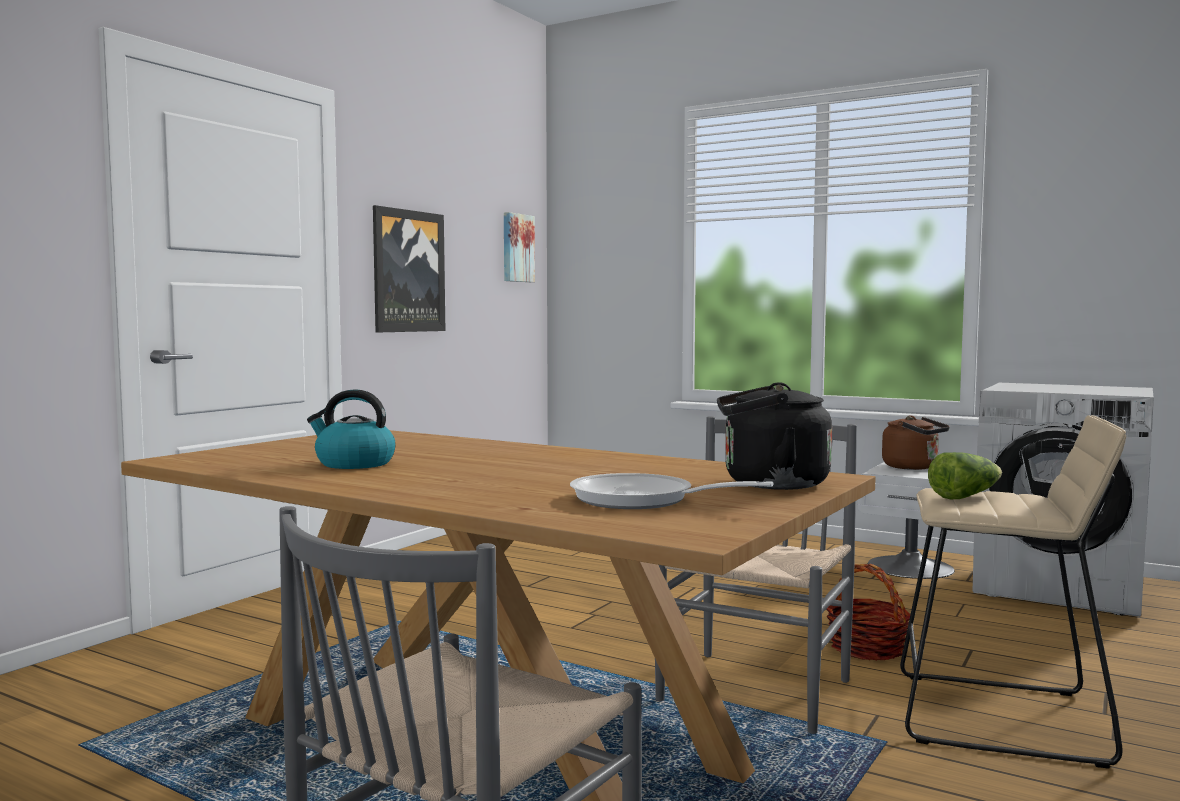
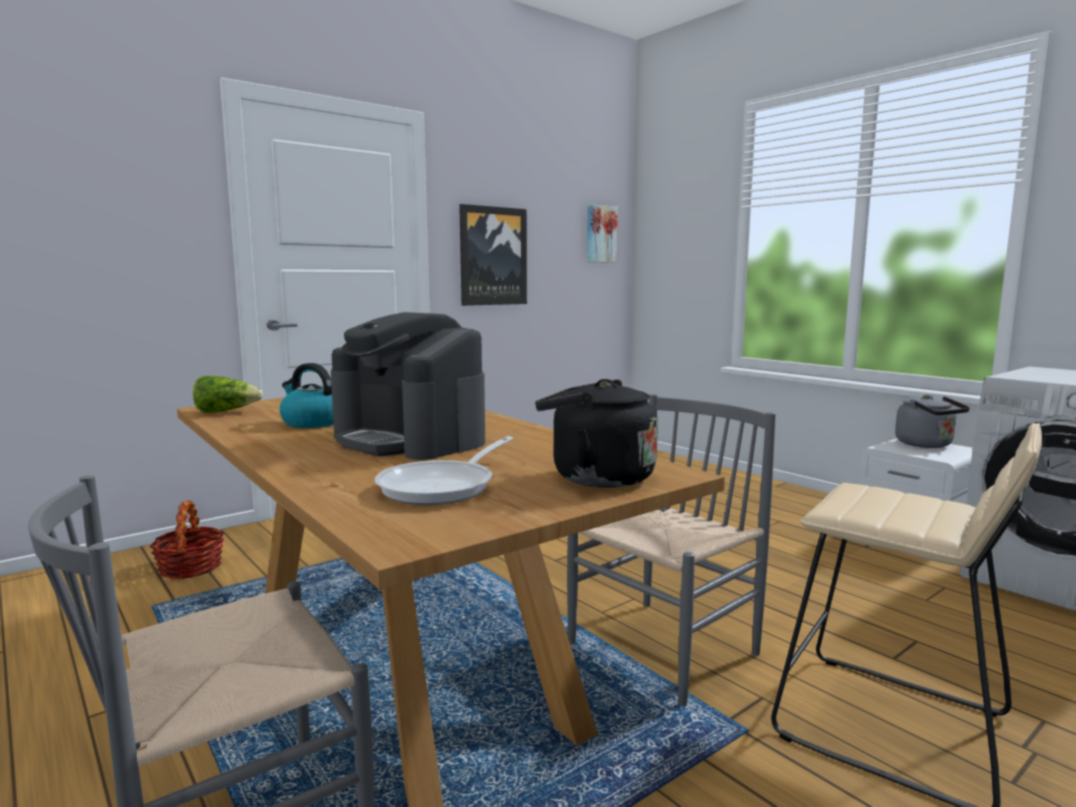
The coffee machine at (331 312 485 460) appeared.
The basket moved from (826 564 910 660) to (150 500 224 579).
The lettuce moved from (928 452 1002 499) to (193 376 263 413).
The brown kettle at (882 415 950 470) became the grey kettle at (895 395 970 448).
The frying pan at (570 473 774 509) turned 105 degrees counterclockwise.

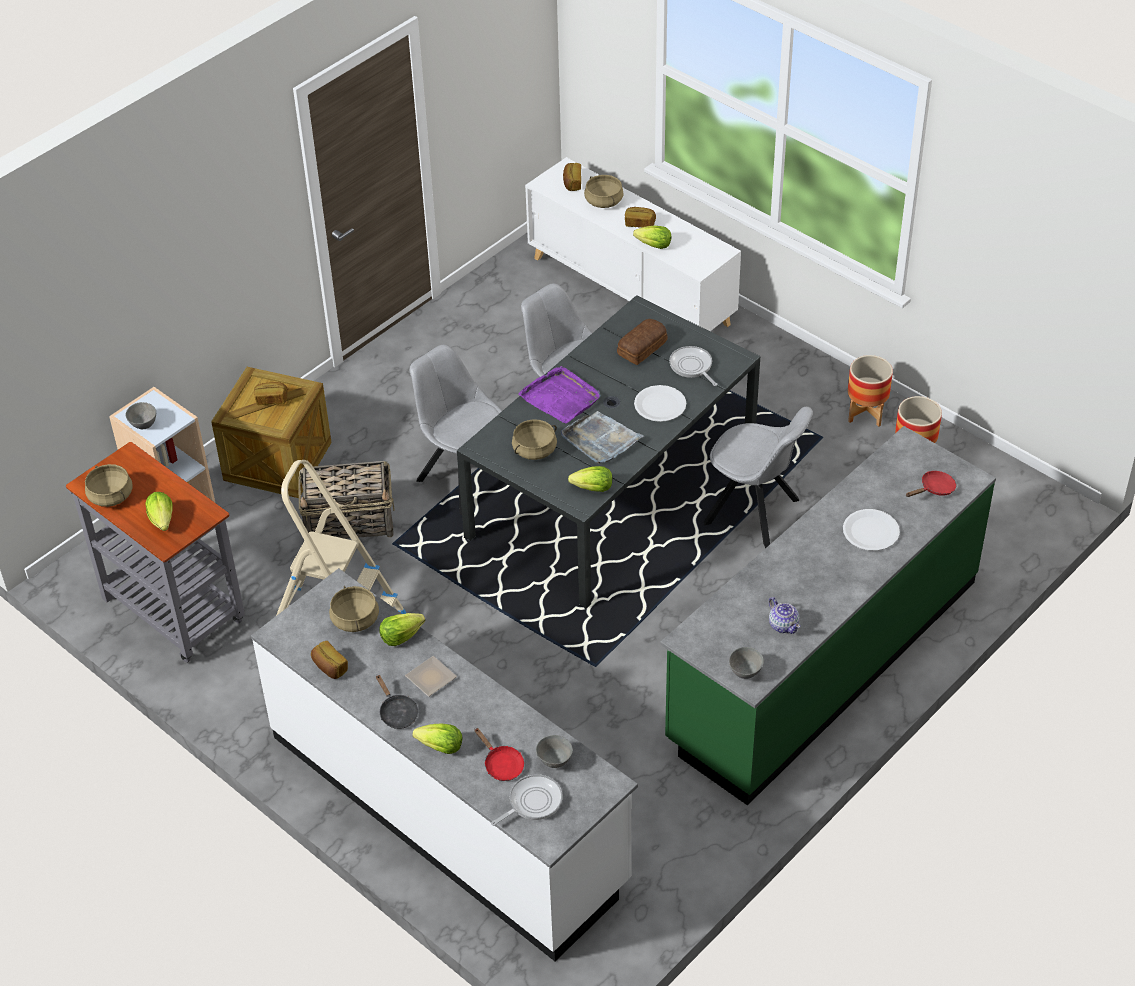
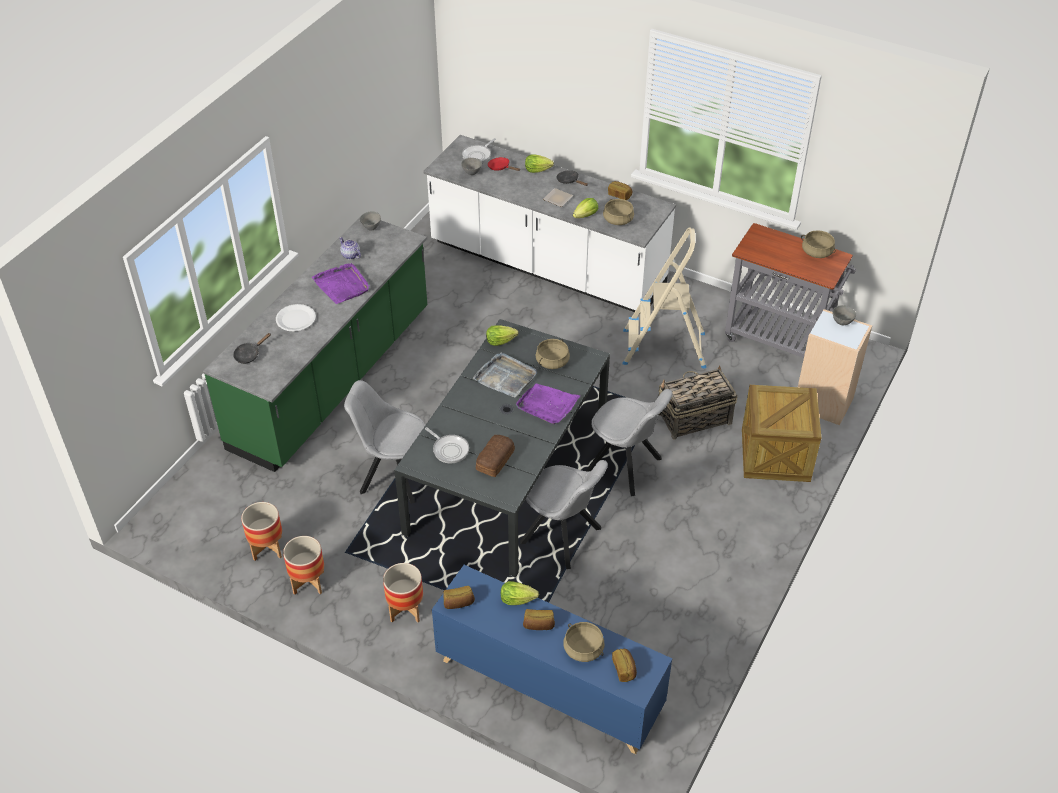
The lettuce at (145 492 173 531) disappeared.
The white plate at (634 385 686 422) disappeared.
The purple tray at (312 263 370 304) appeared.
The planter at (383 563 423 622) appeared.
The bread moved from (254 382 288 405) to (443 586 475 609).
The white cabinet at (525 157 741 331) became the blue cabinet at (432 565 672 754).
The red frying pan at (906 471 956 497) became the black frying pan at (233 333 271 364).

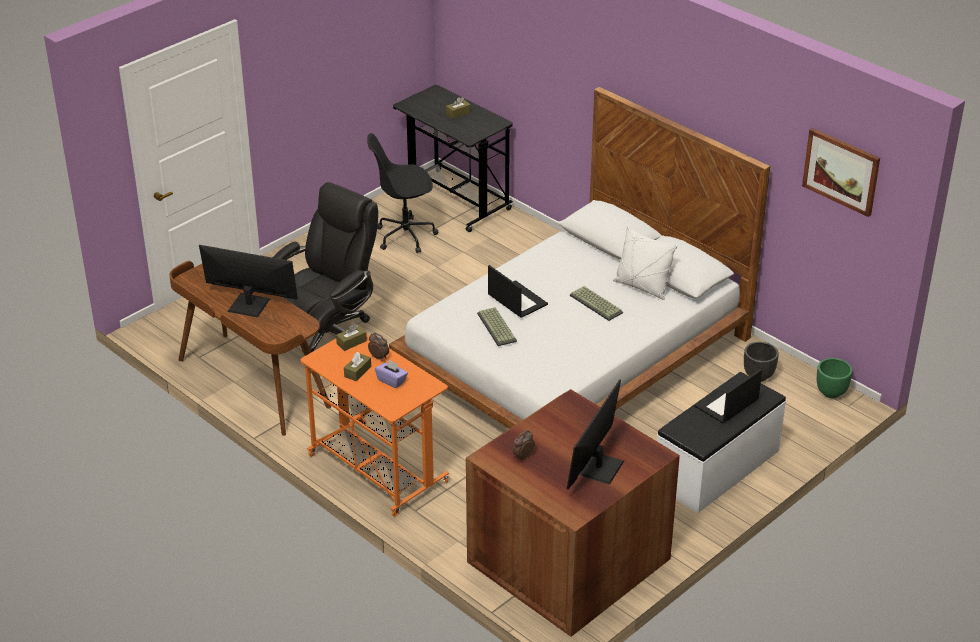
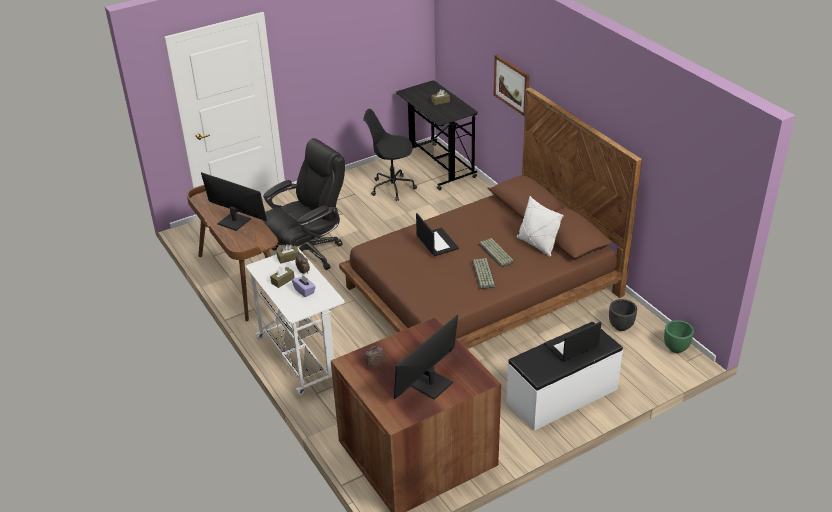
The keyboard moved from (477 307 517 346) to (472 258 496 289).
The picture moved from (802 128 880 217) to (494 55 530 117).
The orange desk at (301 334 449 517) became the white desk at (246 248 345 396).
The white bed at (389 87 770 429) became the brown bed at (339 87 642 349).

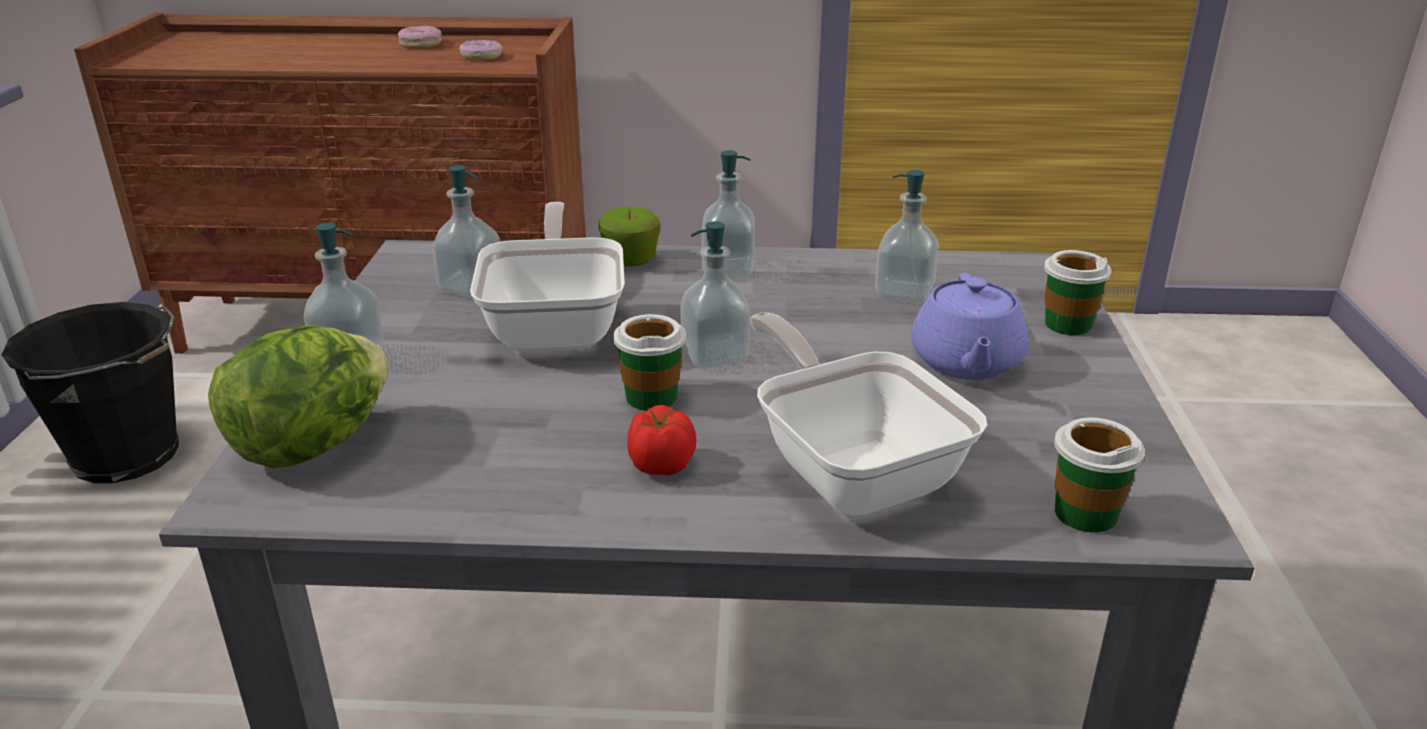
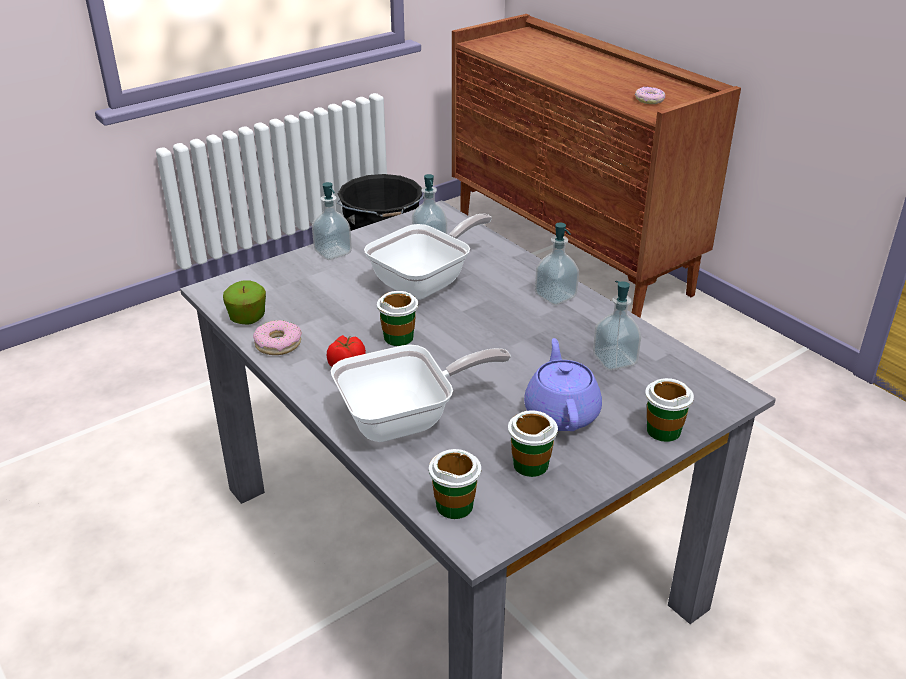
The lettuce at (208 325 388 468) disappeared.
The soap dispenser at (680 221 750 369) disappeared.
The cup at (508 410 558 477) appeared.
The donut moved from (397 25 442 49) to (253 320 302 355).
The apple moved from (599 207 660 267) to (223 280 266 325).
The frying pan at (750 312 987 517) turned 45 degrees clockwise.
The purple teapot at (911 273 1028 380) turned 120 degrees clockwise.

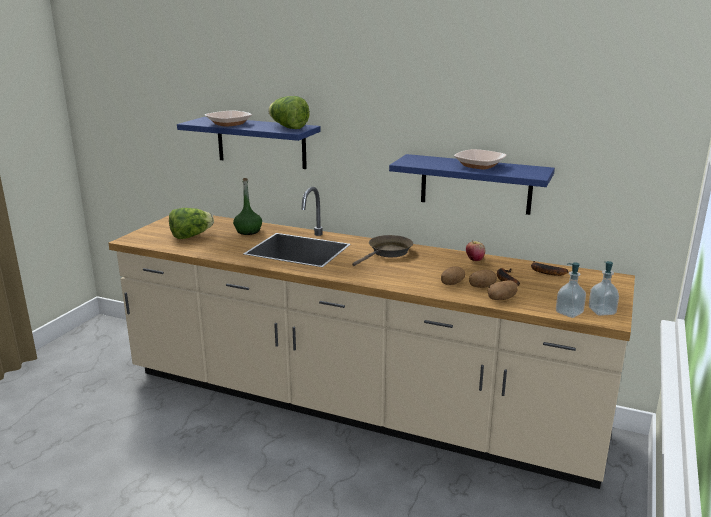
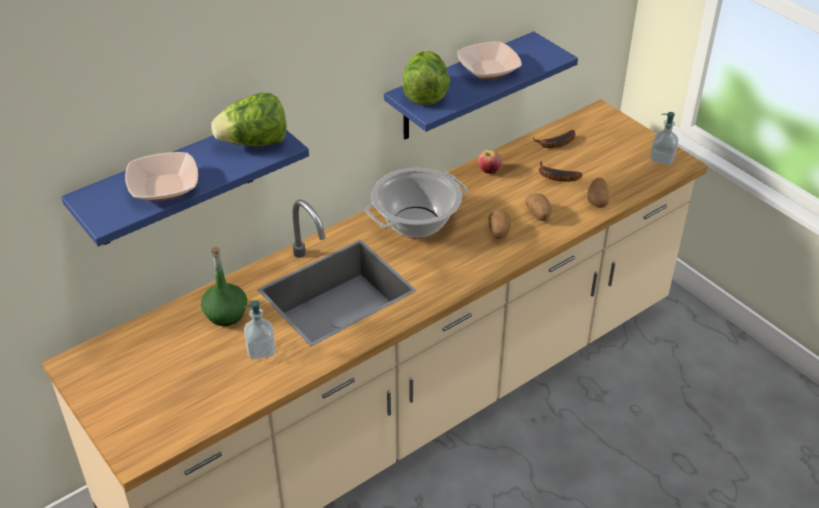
The lettuce moved from (169 208 214 239) to (403 50 450 105).
The potato moved from (469 270 497 288) to (489 210 511 239).
The soap dispenser moved from (556 263 586 318) to (244 300 276 360).
The brown frying pan at (352 235 413 266) was replaced by the cooking pot at (365 168 467 238).

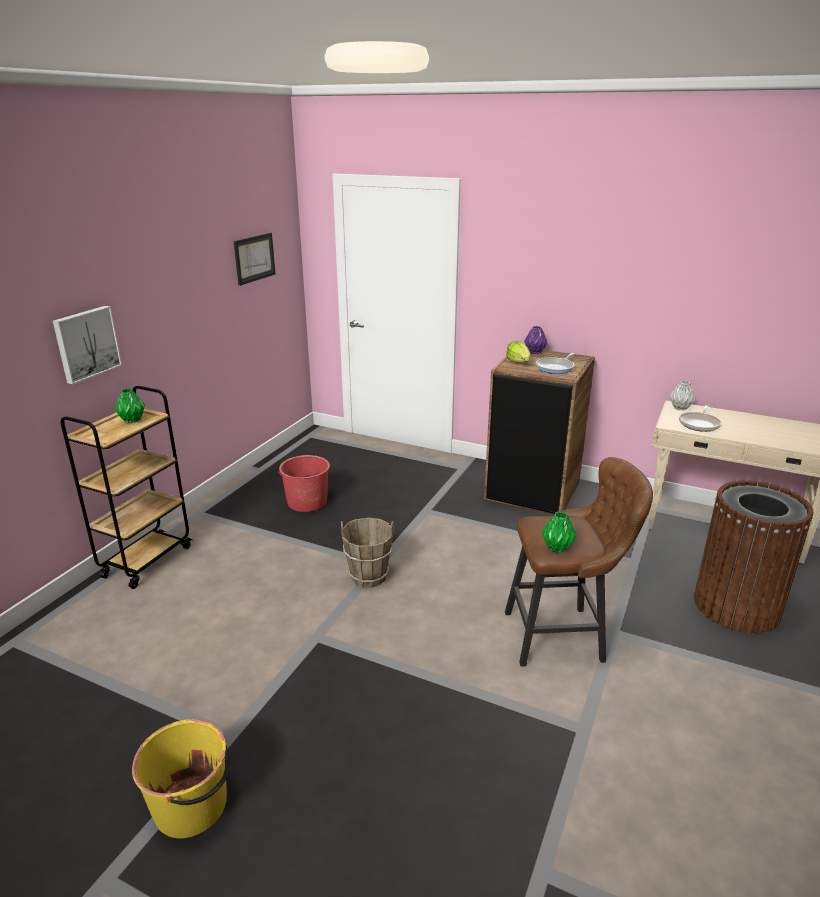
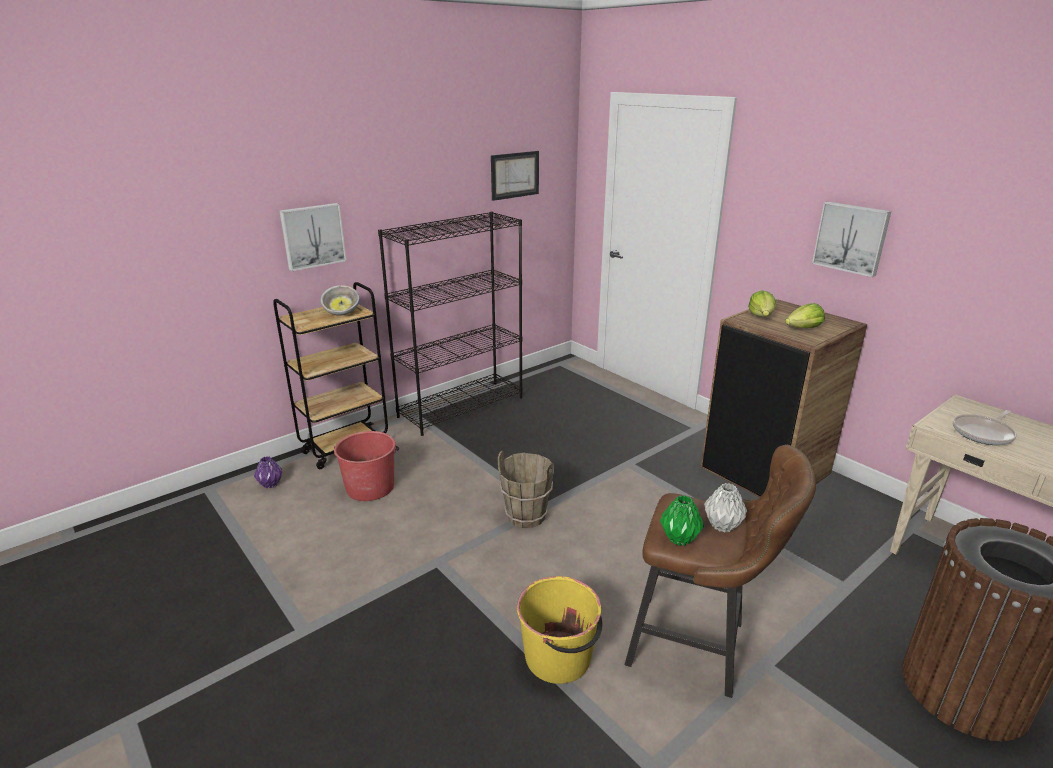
The black bookcase at (378 212 523 436) appeared.
The picture at (812 202 892 277) appeared.
The yellow bucket moved from (132 719 231 839) to (517 576 602 684).
The red bucket moved from (277 455 331 512) to (334 431 399 501).
The purple vase moved from (524 326 548 354) to (254 457 283 488).
The grey vase moved from (670 381 696 410) to (704 483 747 532).
The green vase at (115 389 145 423) was replaced by the bowl at (320 285 360 316).
The frying pan at (536 353 575 374) was replaced by the lettuce at (785 303 825 328).

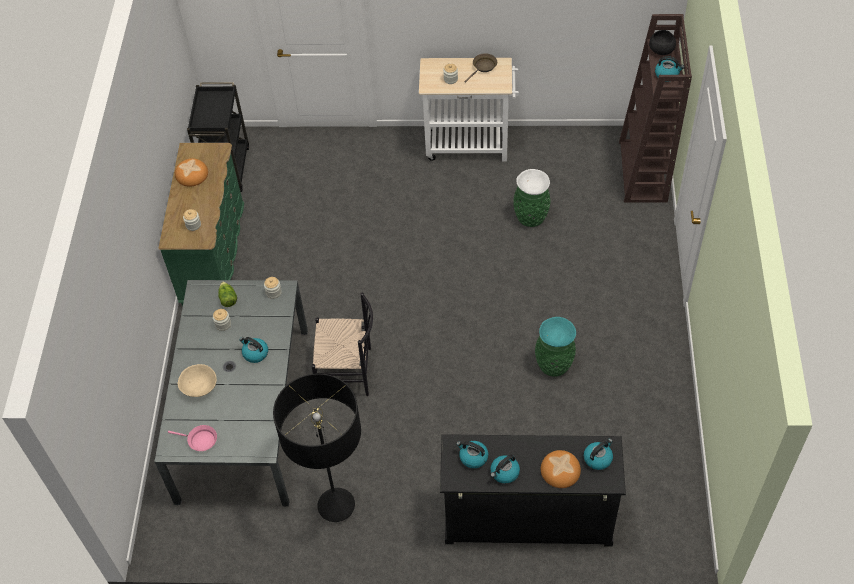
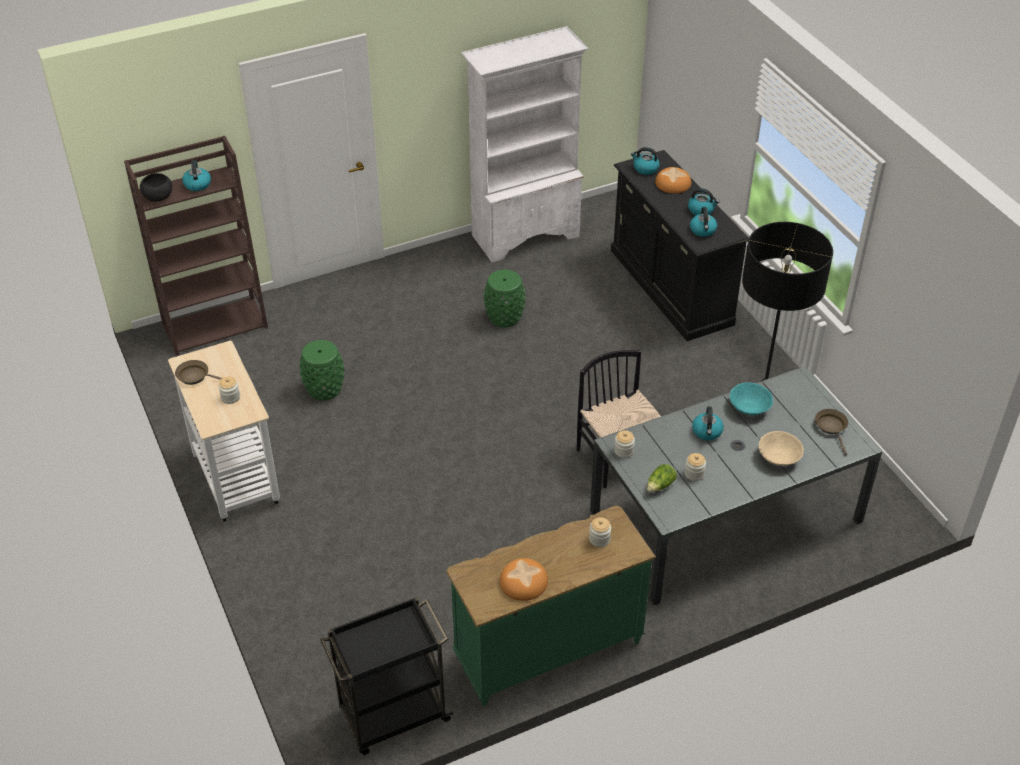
The white bowl at (516 169 550 195) disappeared.
The white bookcase at (461 26 589 262) appeared.
The turquoise bowl moved from (539 317 576 347) to (730 383 773 415).
The pink frying pan at (168 425 217 451) became the brown frying pan at (815 409 848 455).

